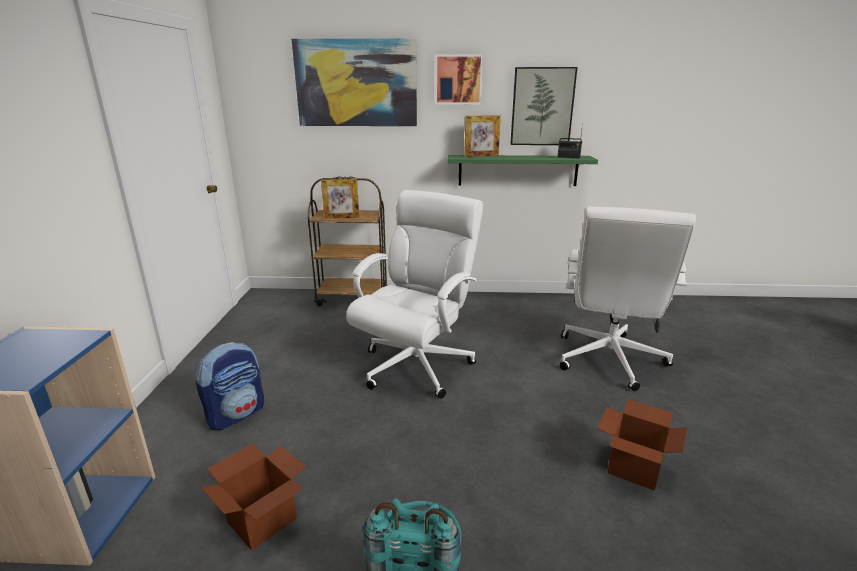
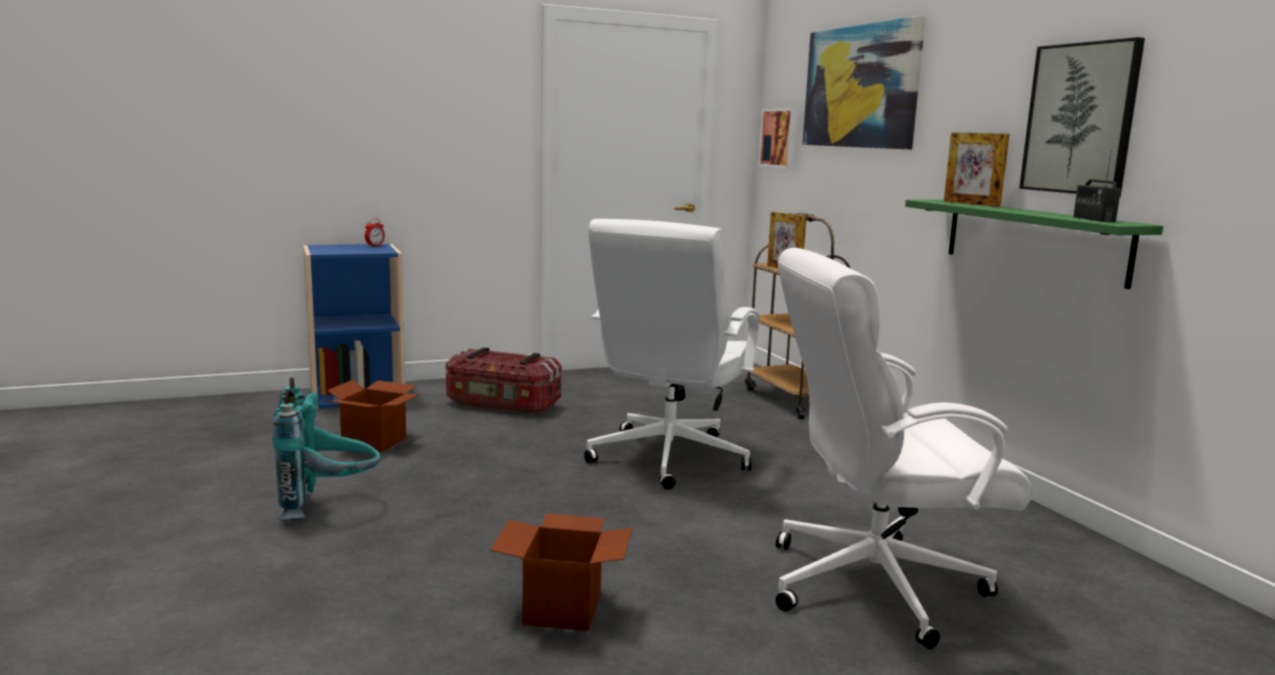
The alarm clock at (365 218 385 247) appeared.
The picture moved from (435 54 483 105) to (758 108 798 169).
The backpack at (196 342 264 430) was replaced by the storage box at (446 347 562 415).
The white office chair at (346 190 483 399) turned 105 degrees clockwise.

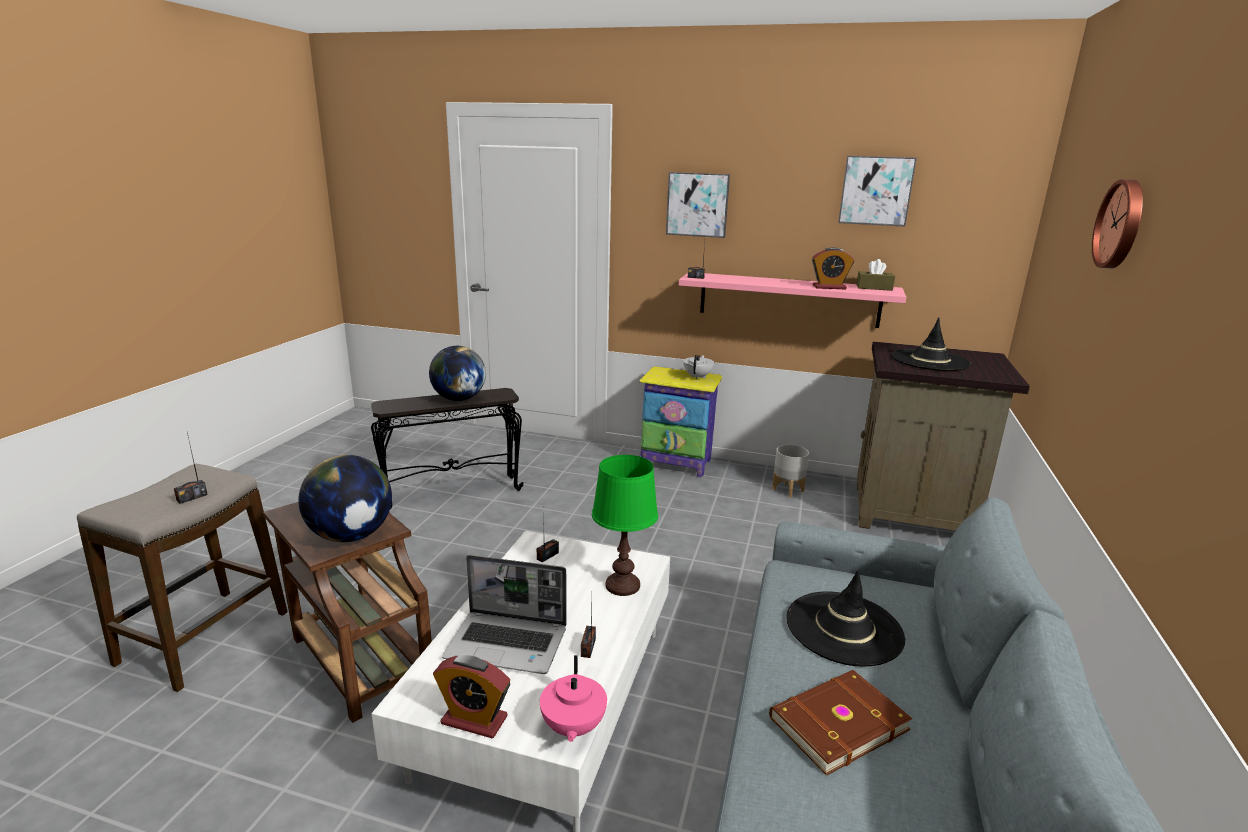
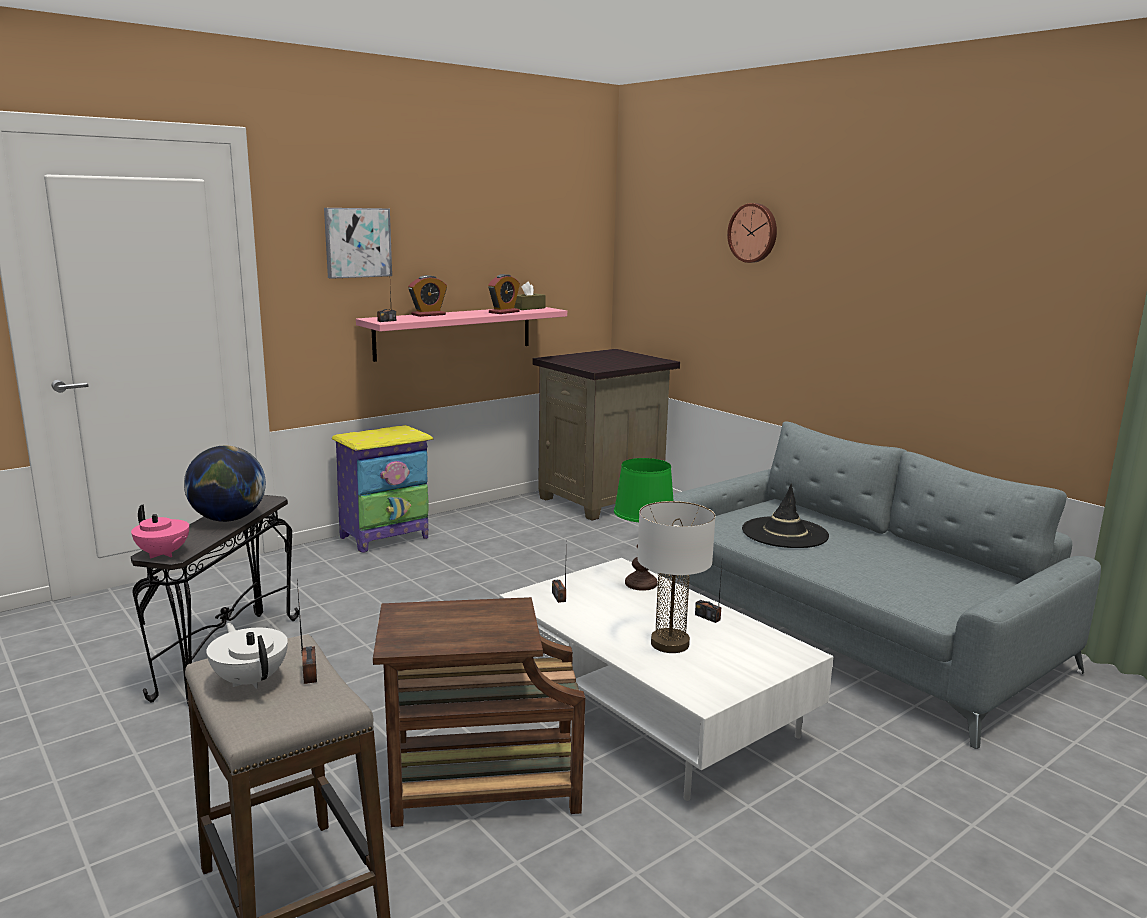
The globe at (298 455 392 542) disappeared.
The brown book at (769 670 913 776) disappeared.
The grey planter at (772 445 809 498) disappeared.
The picture at (838 156 917 227) disappeared.
The black hat at (892 317 971 371) disappeared.
The alarm clock moved from (433 655 510 739) to (408 275 447 317).
The pink teapot moved from (540 655 607 742) to (131 504 189 559).
The white teapot moved from (683 355 714 379) to (206 623 288 689).
The laptop at (442 555 567 674) was replaced by the table lamp at (637 501 715 653).

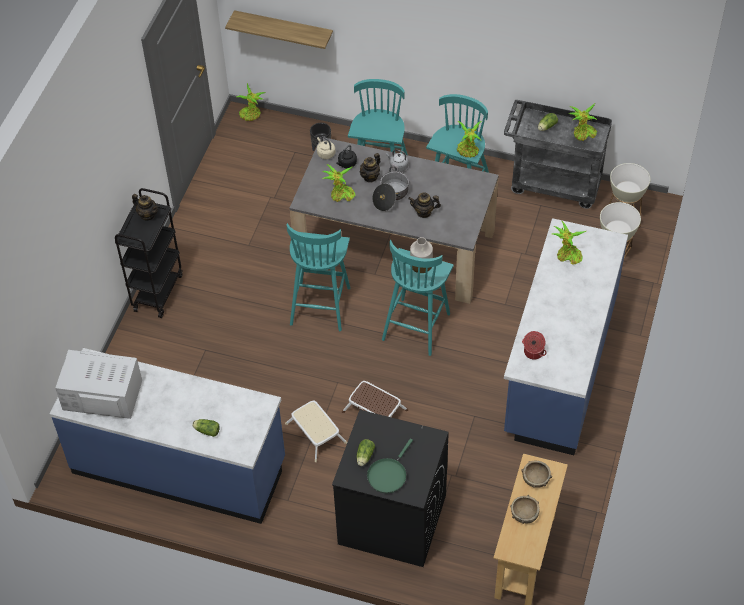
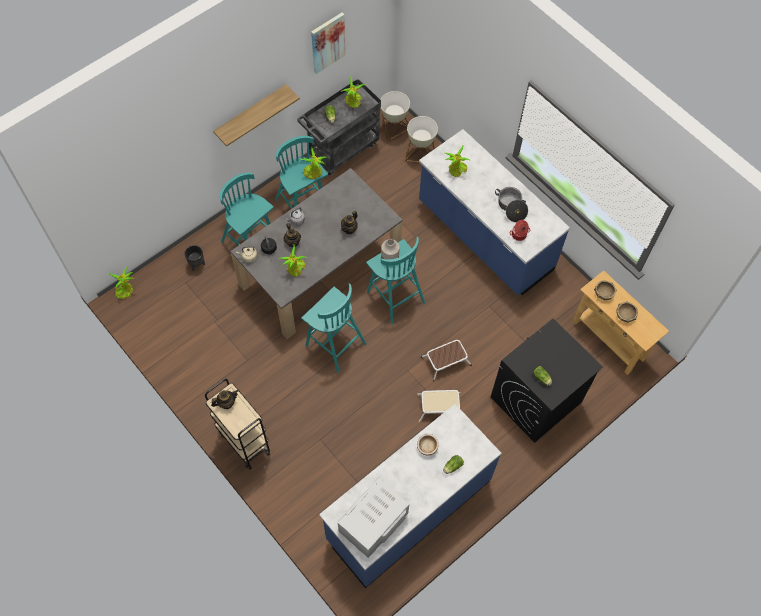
The green frying pan at (367 439 413 493) disappeared.
The picture at (311 13 346 74) appeared.
The bowl at (417 434 439 455) appeared.
The shelf moved from (225 10 333 49) to (213 85 300 146).
The cooking pot moved from (372 167 409 211) to (495 187 528 222).
The black cart at (115 188 183 318) became the beige cart at (205 379 270 470).

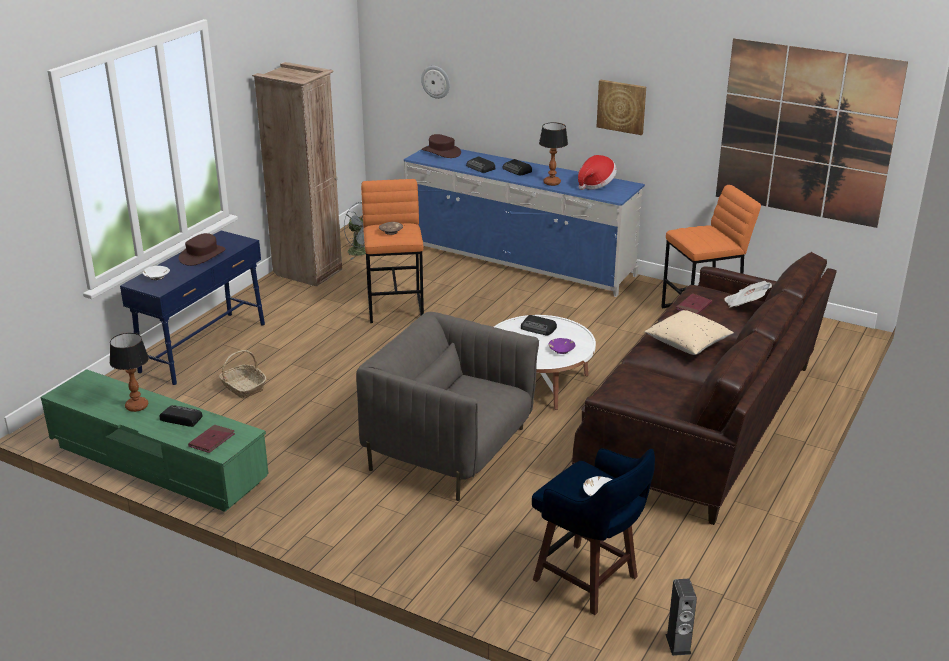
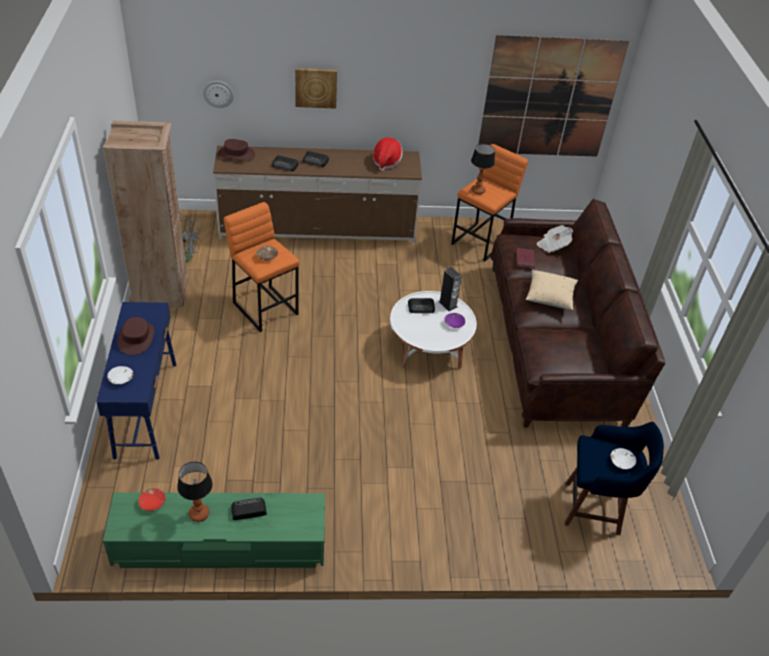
The red book at (188 425 235 453) disappeared.
The basket at (219 350 267 399) disappeared.
The grey armchair at (356 312 539 501) disappeared.
The red bowl at (138 489 166 511) appeared.
The table lamp moved from (539 122 568 186) to (471 144 495 194).
The picture moved from (597 80 646 135) to (295 68 337 109).
The speaker moved from (666 579 697 656) to (439 267 462 311).
The blue cabinet at (404 145 645 297) became the brown cabinet at (213 146 422 244).

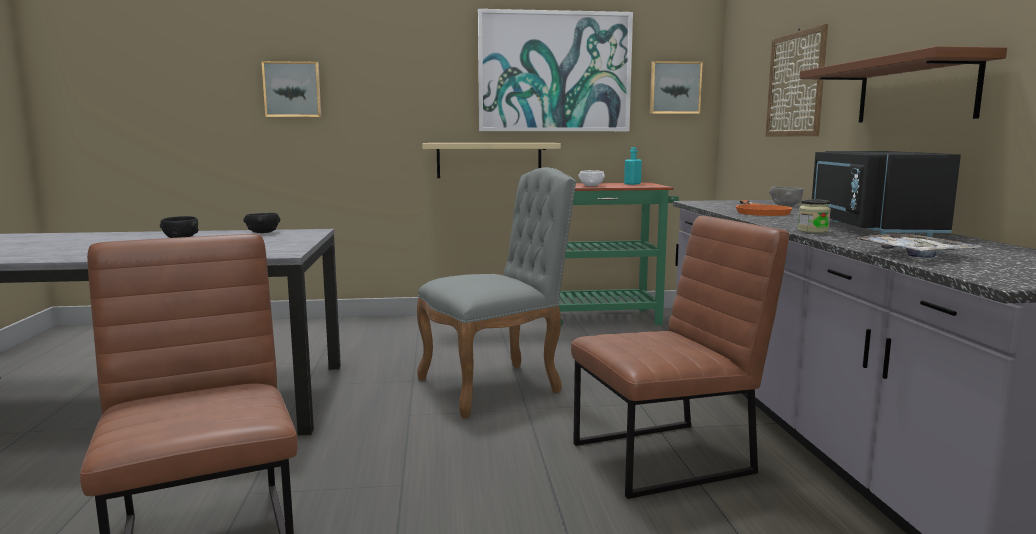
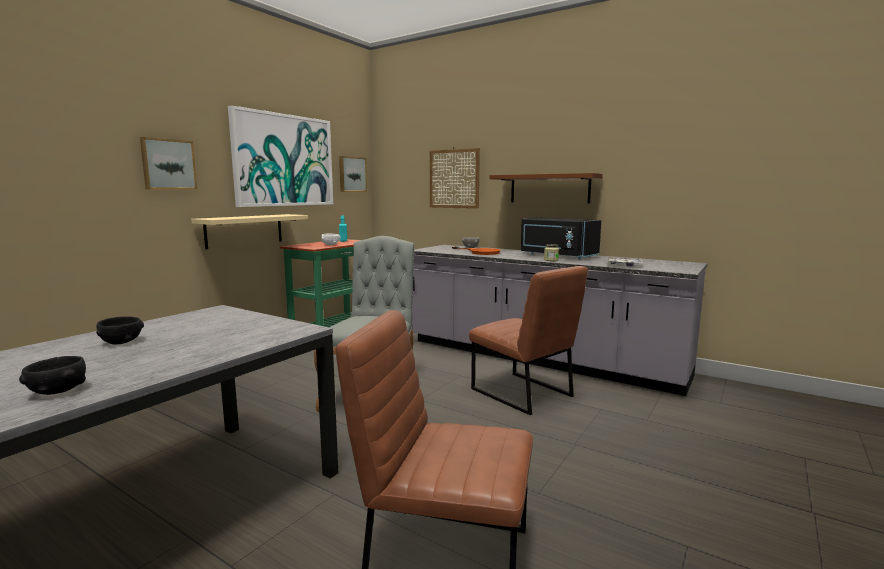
The black bowl moved from (243 213 280 233) to (19 356 86 395).
The picture moved from (262 61 321 117) to (140 137 197 190).
The brown chair at (571 216 789 499) turned 120 degrees clockwise.

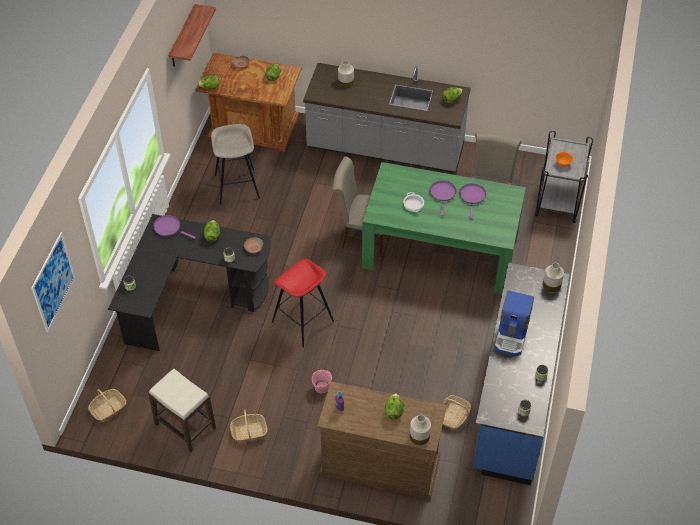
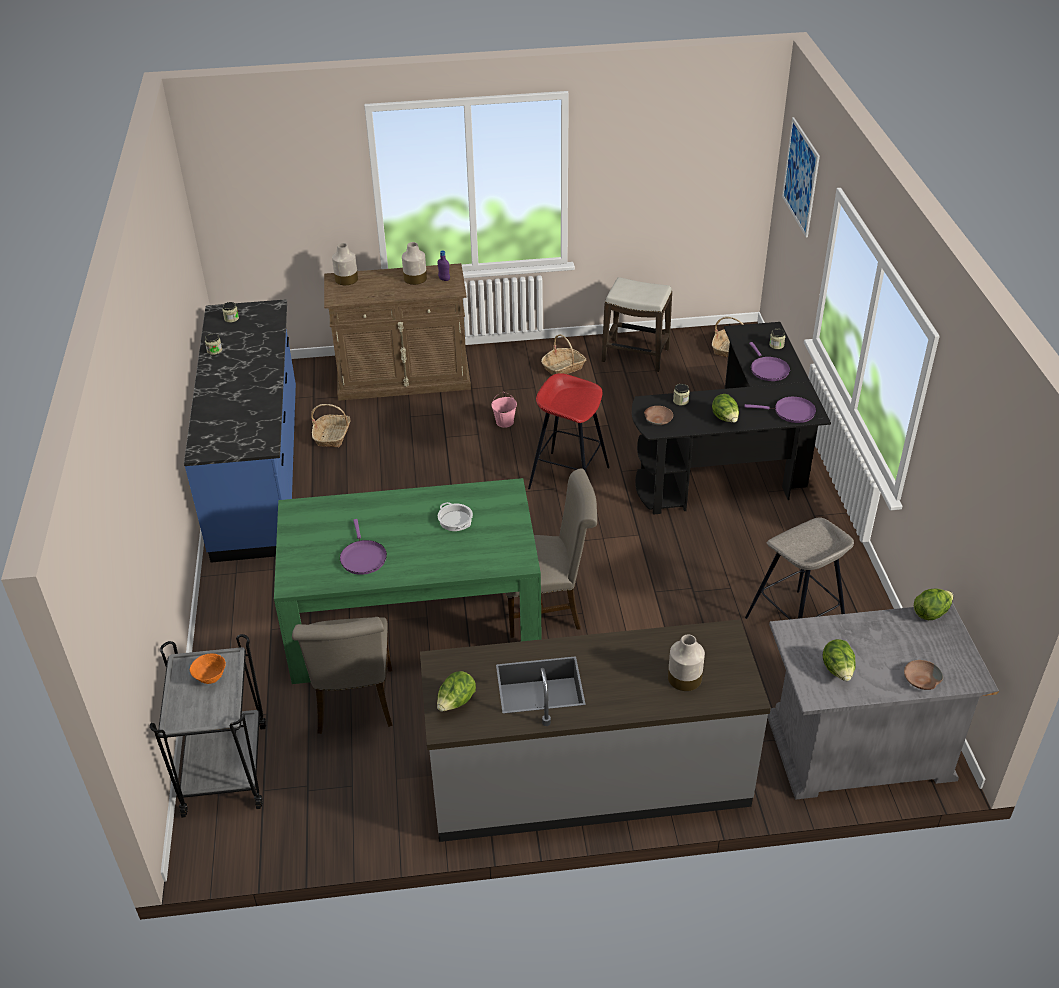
The shelf at (168 4 216 66) disappeared.
The lettuce at (385 393 403 420) disappeared.
The coffee machine at (494 291 534 356) disappeared.
The purple frying pan moved from (430 181 456 216) to (749 342 790 381).
The beige vase moved from (543 263 564 292) to (402 242 427 285).
The brown cabinet at (195 53 302 152) became the grey cabinet at (767 603 999 800).

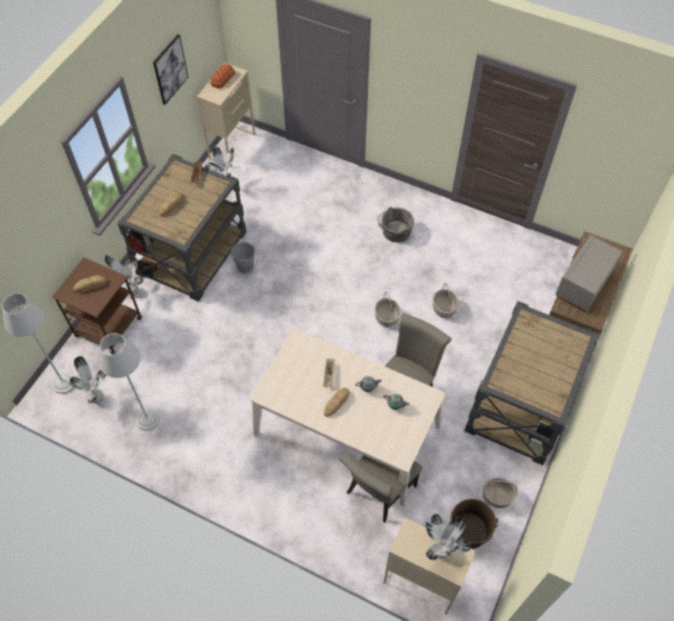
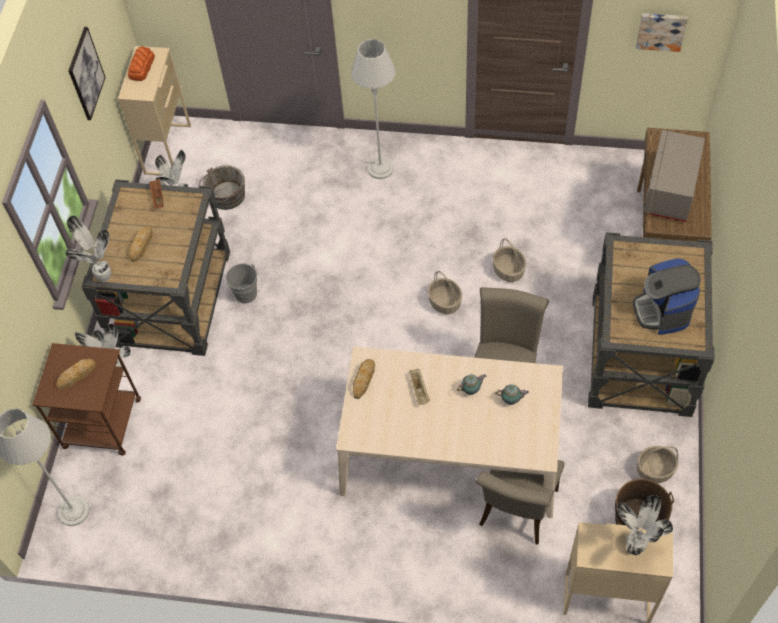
The coffee machine at (633 258 701 335) appeared.
The picture at (636 13 688 52) appeared.
The potted plant moved from (70 356 106 404) to (66 215 111 282).
The grey floor lamp moved from (99 333 160 431) to (351 39 395 179).
The bread moved from (324 388 350 417) to (353 359 375 399).
The grey bucket moved from (378 207 414 242) to (199 165 245 210).

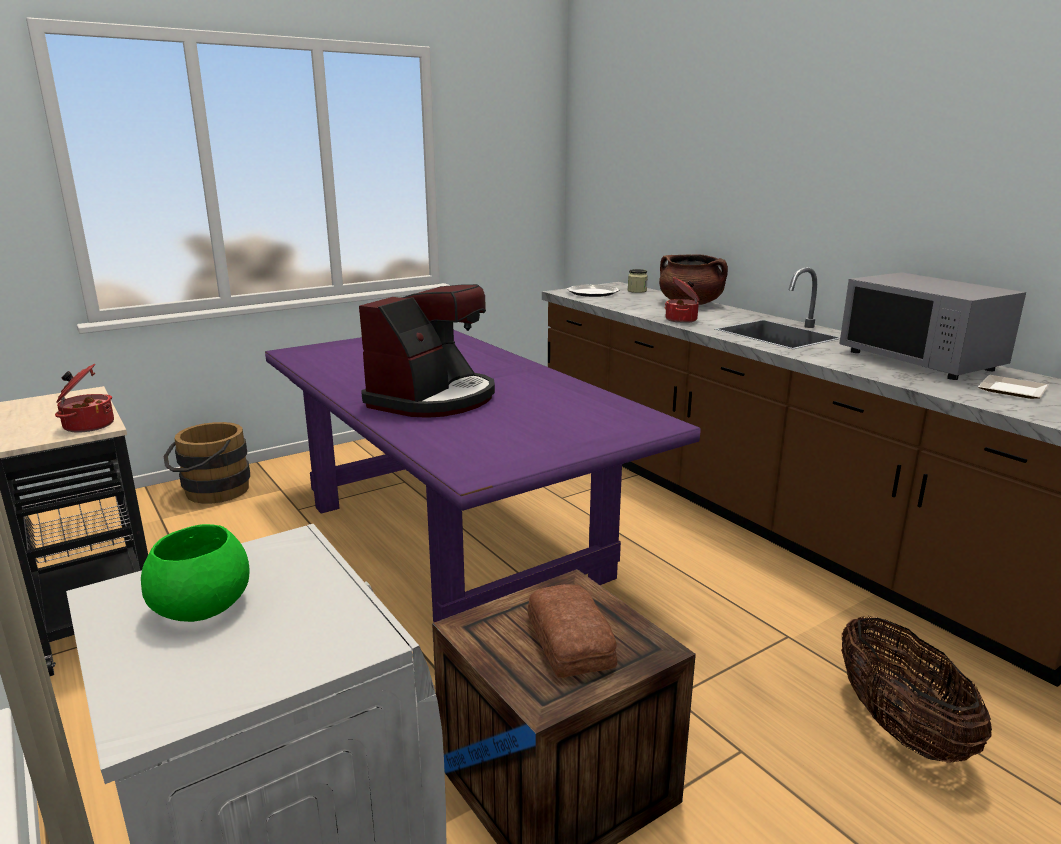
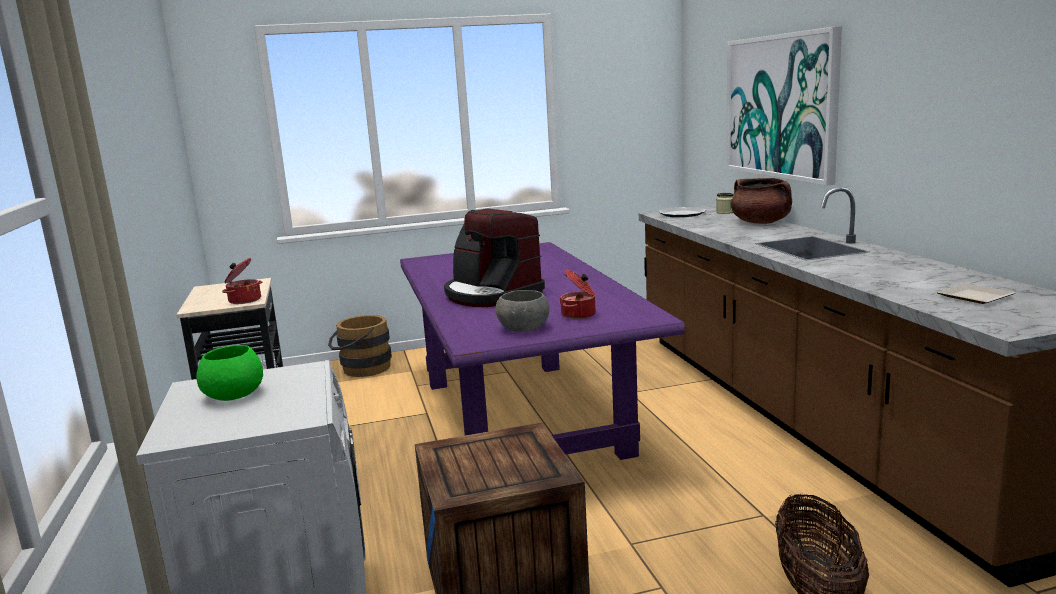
The bread at (528 584 617 678) disappeared.
The grey microwave at (839 272 1026 380) disappeared.
The grey bowl at (495 290 549 332) appeared.
The picture at (726 26 842 186) appeared.
The cooking pot moved from (665 277 700 323) to (560 270 596 319).
The coffee machine at (359 284 495 418) turned 90 degrees clockwise.

